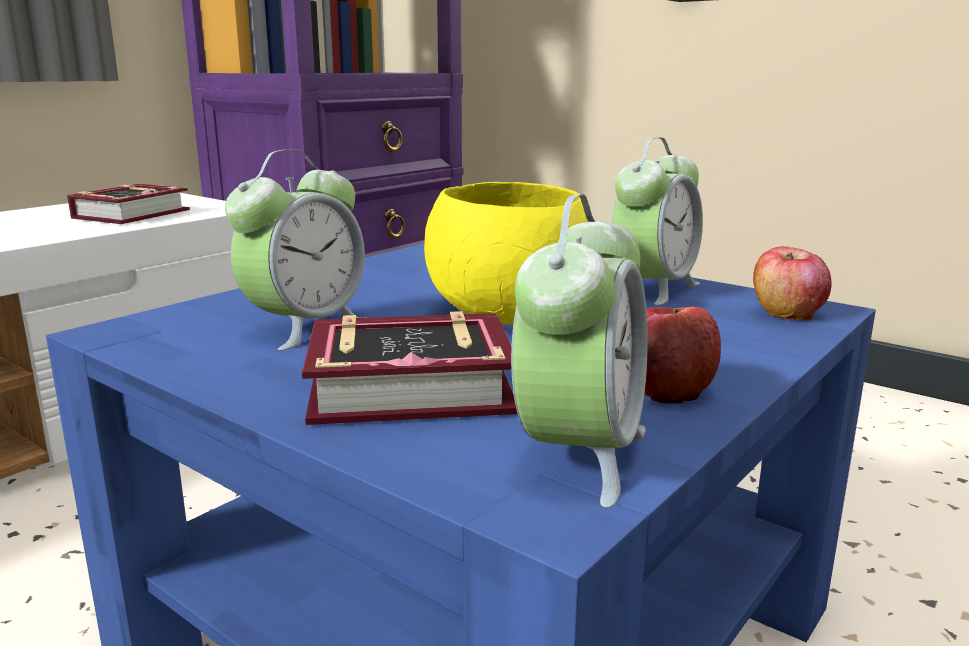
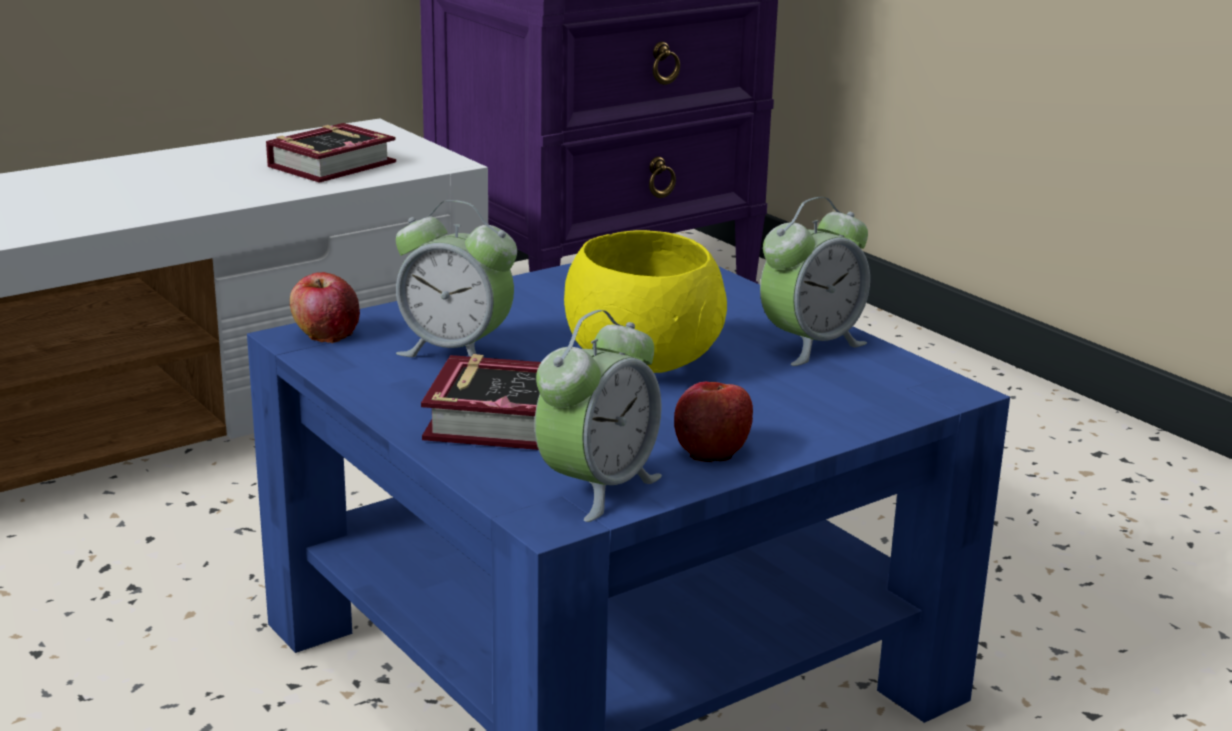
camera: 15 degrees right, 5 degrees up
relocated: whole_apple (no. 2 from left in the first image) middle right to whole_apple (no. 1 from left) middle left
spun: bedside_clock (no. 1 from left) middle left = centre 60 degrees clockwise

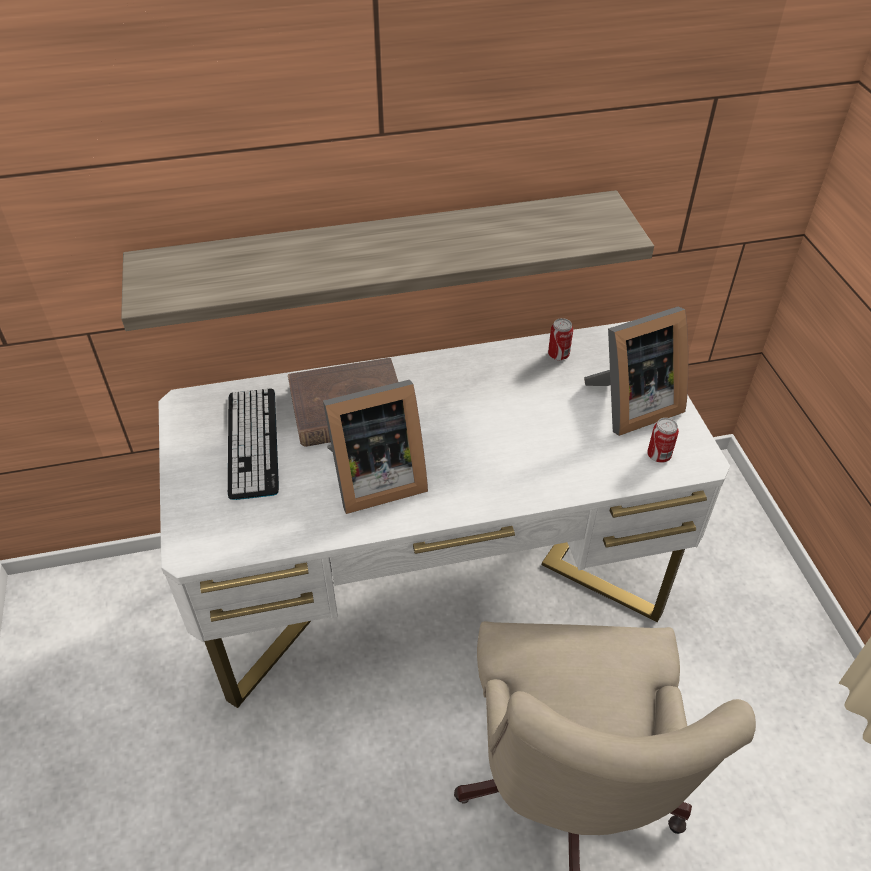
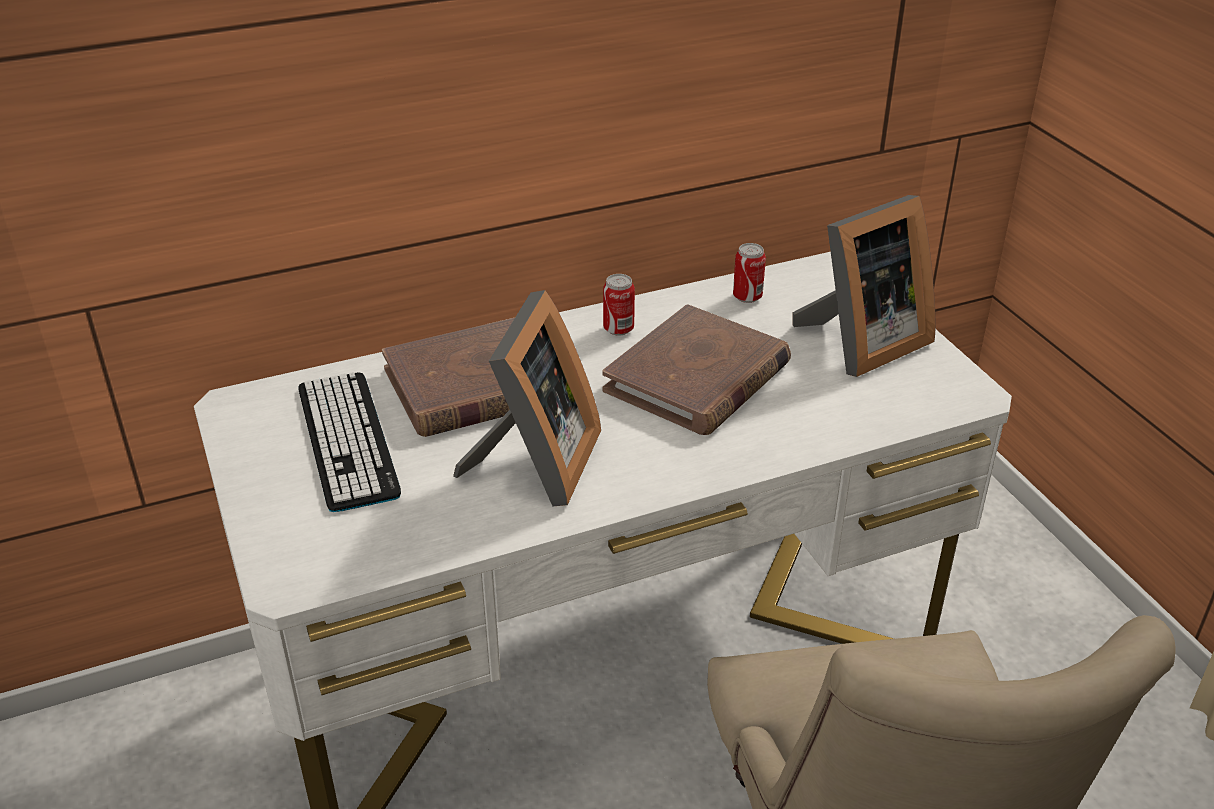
camera: 10 degrees left, 10 degrees down
missing: shelf top centre
appeared: brownish_volume (no. 2 from left) centre
relocated: metal_can (no. 2 from left in the first image) middle right to metal_can (no. 1 from left) centre
spun: standing_frame (no. 1 from left) centre = centre 45 degrees counterclockwise

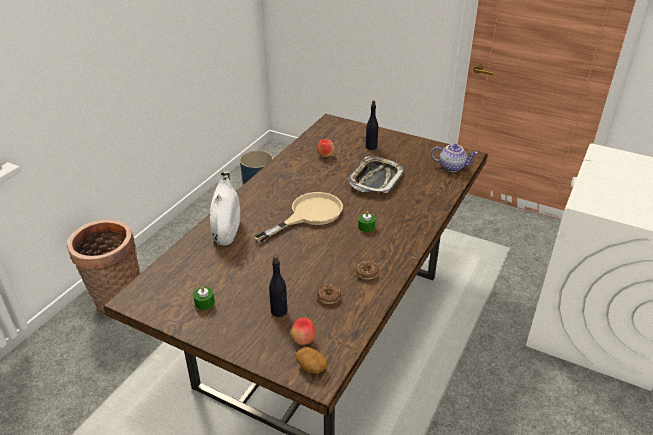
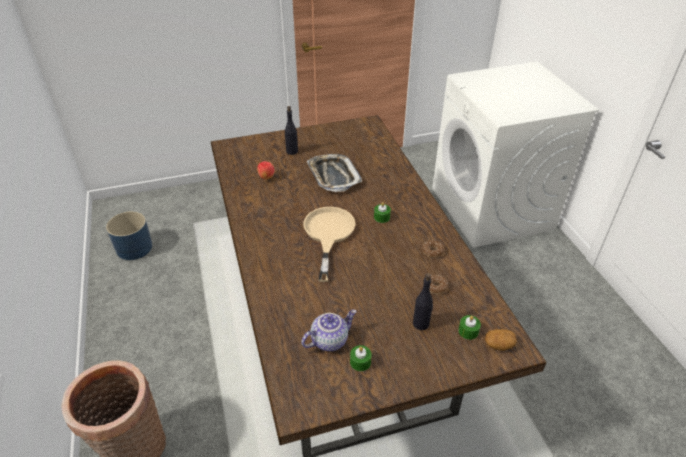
camera: 45 degrees left, 5 degrees up
missing: white-coloured_vase centre
relocated: teapot middle right to bottom centre
exchanged: whole_apple (no. 1 from left) bottom centre to greenish_candle (no. 3 from left) bottom right

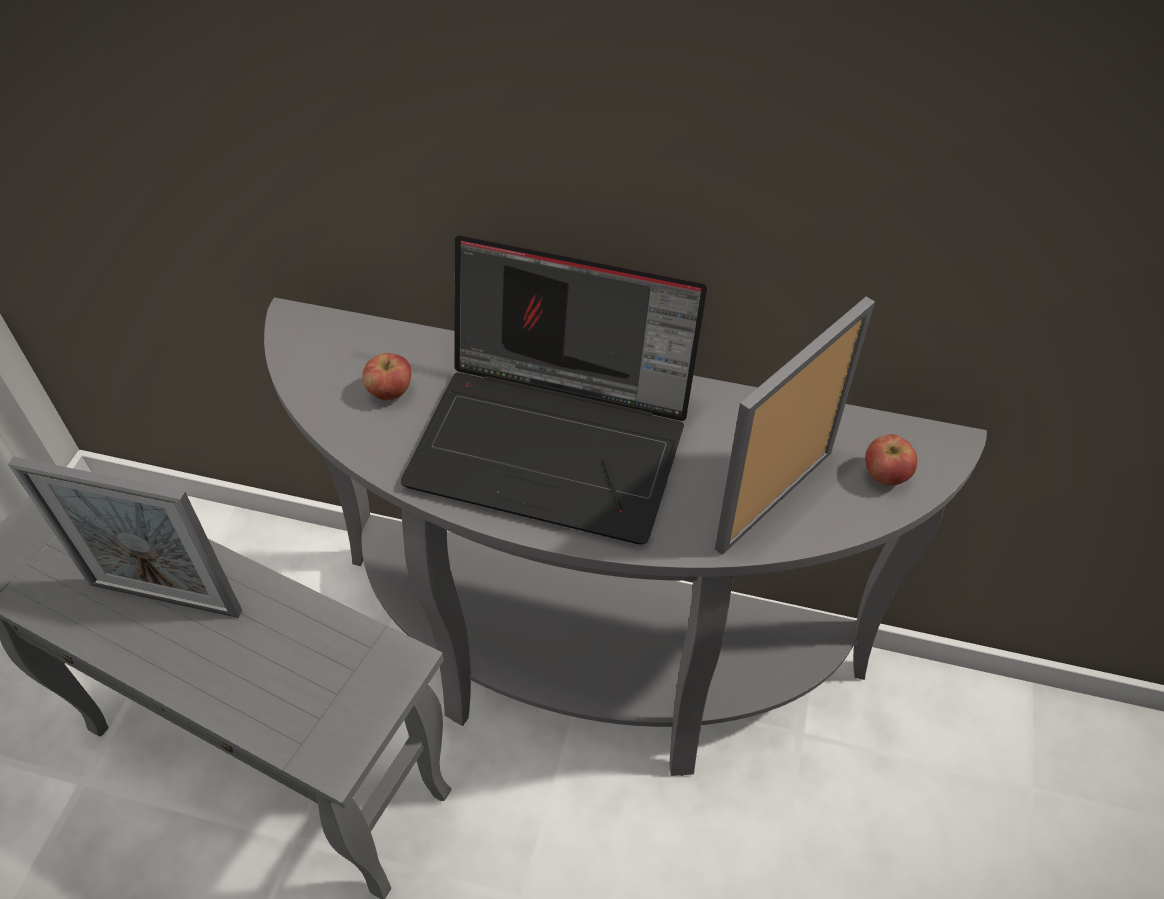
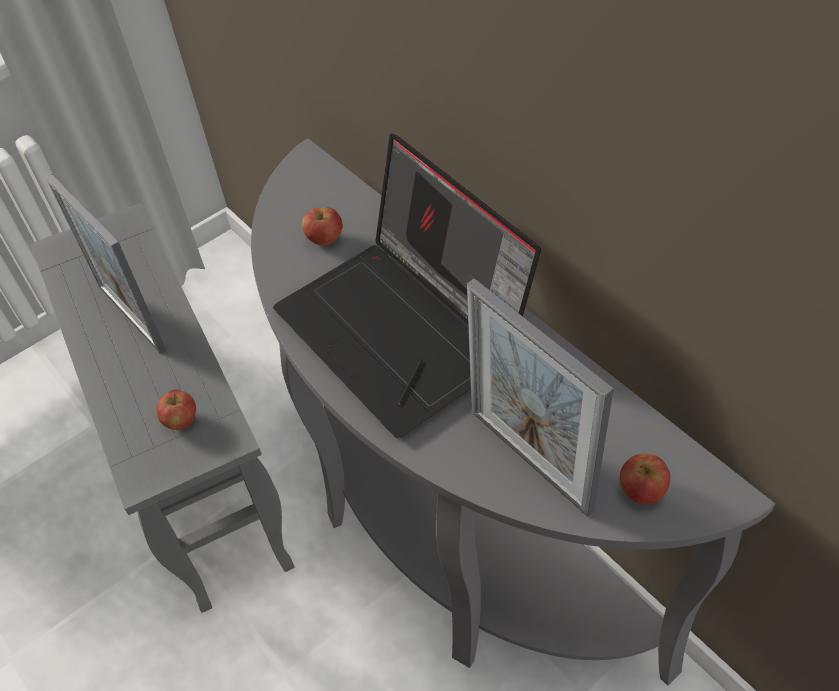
camera: 40 degrees right, 0 degrees up
appeared: whole_apple (no. 1 from left) middle left
spun: standing_frame (no. 2 from left) middle right = centre 120 degrees counterclockwise

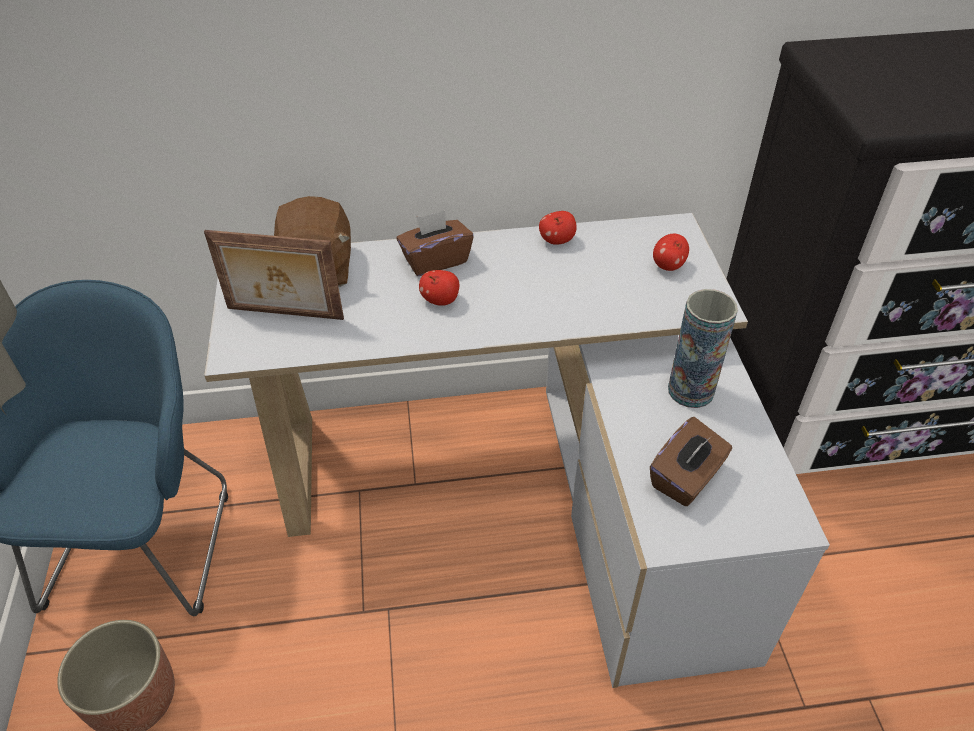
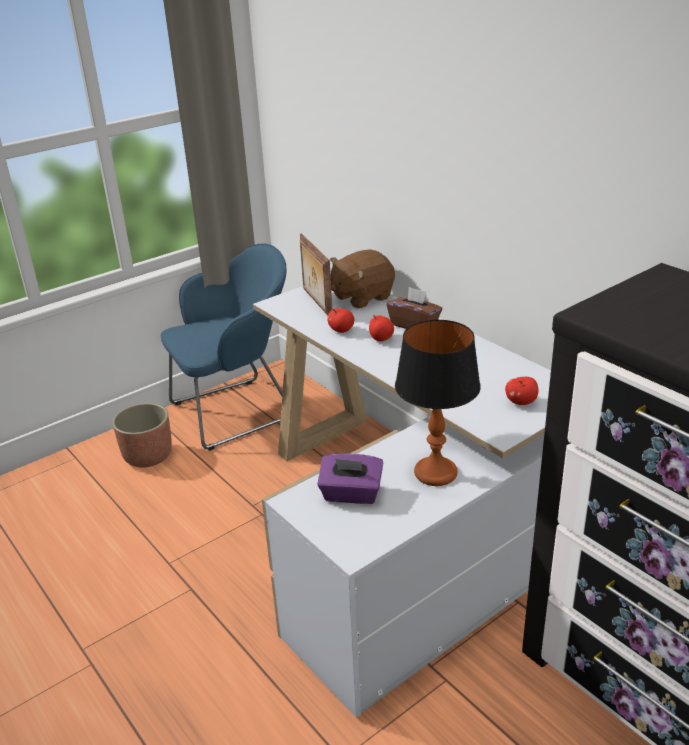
camera: 60 degrees right, 15 degrees down
relocated: whole_apple (no. 2 from left in the first image) top centre to whole_apple (no. 1 from left) centre
exchanged: vase middle right to lamp_for_a_table centre
colour: brownish_tissue_holder (no. 2 from left) middle right to purple-coloured_tissue_holder centre

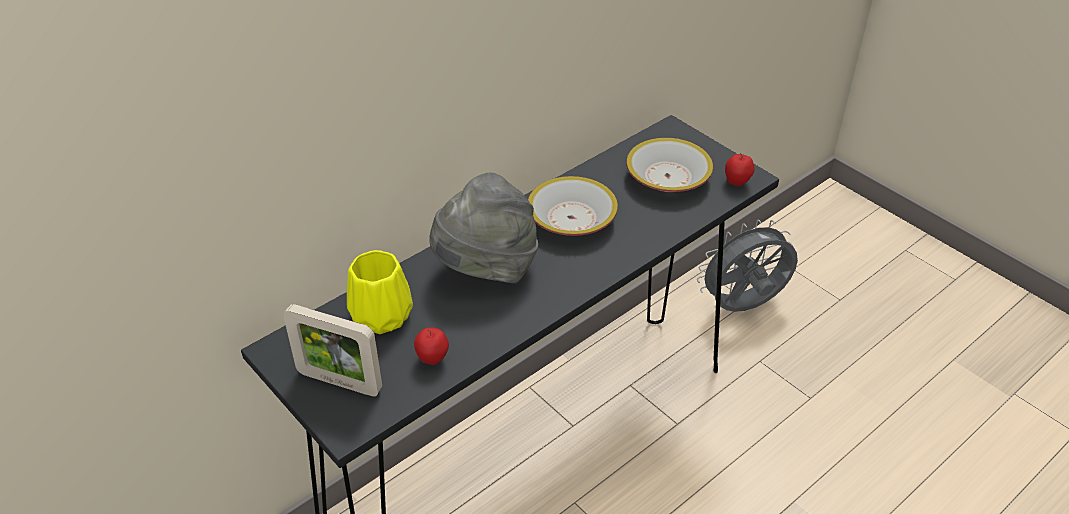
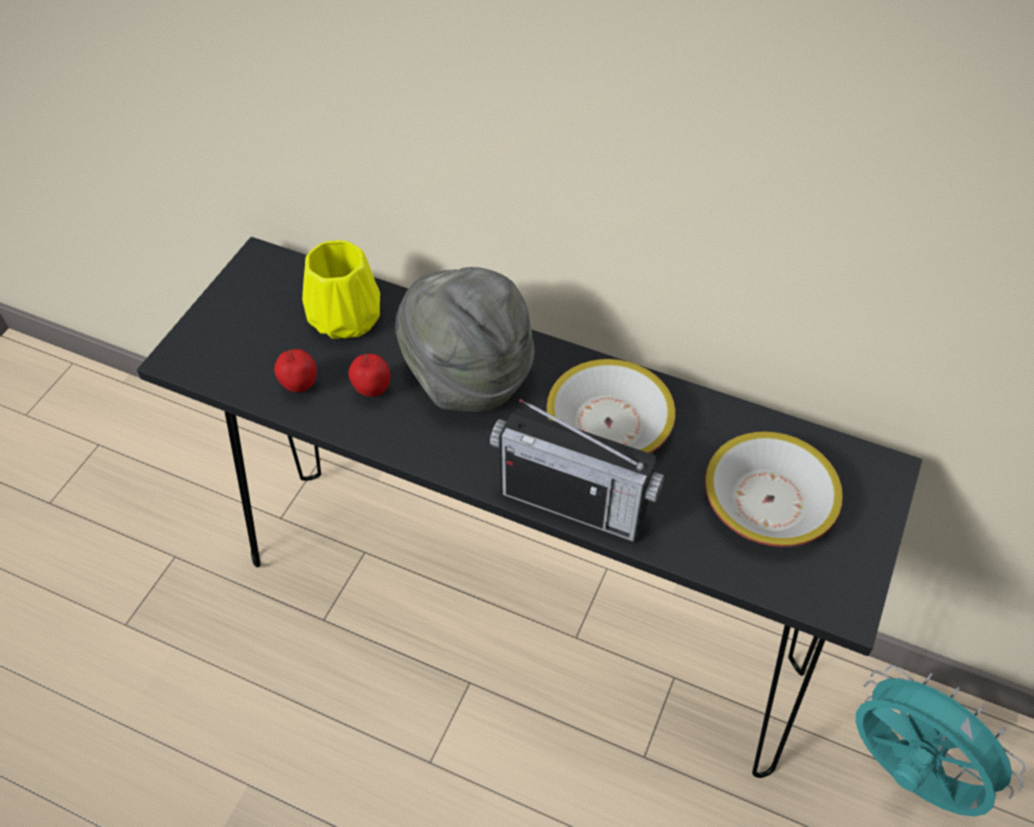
camera: 65 degrees right, 10 degrees up
missing: standing_frame bottom left
appeared: radio_set centre
relocated: whole_apple (no. 2 from left) top right to centre
colour: greyish_cooling_fan middle right to turquoise_cooling_fan bottom right

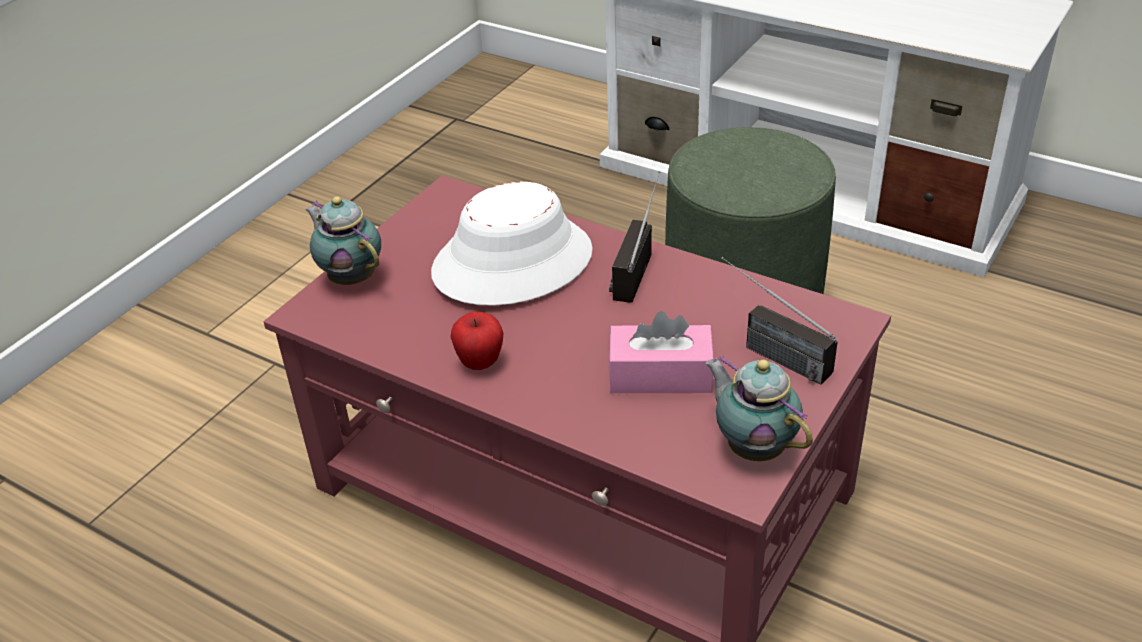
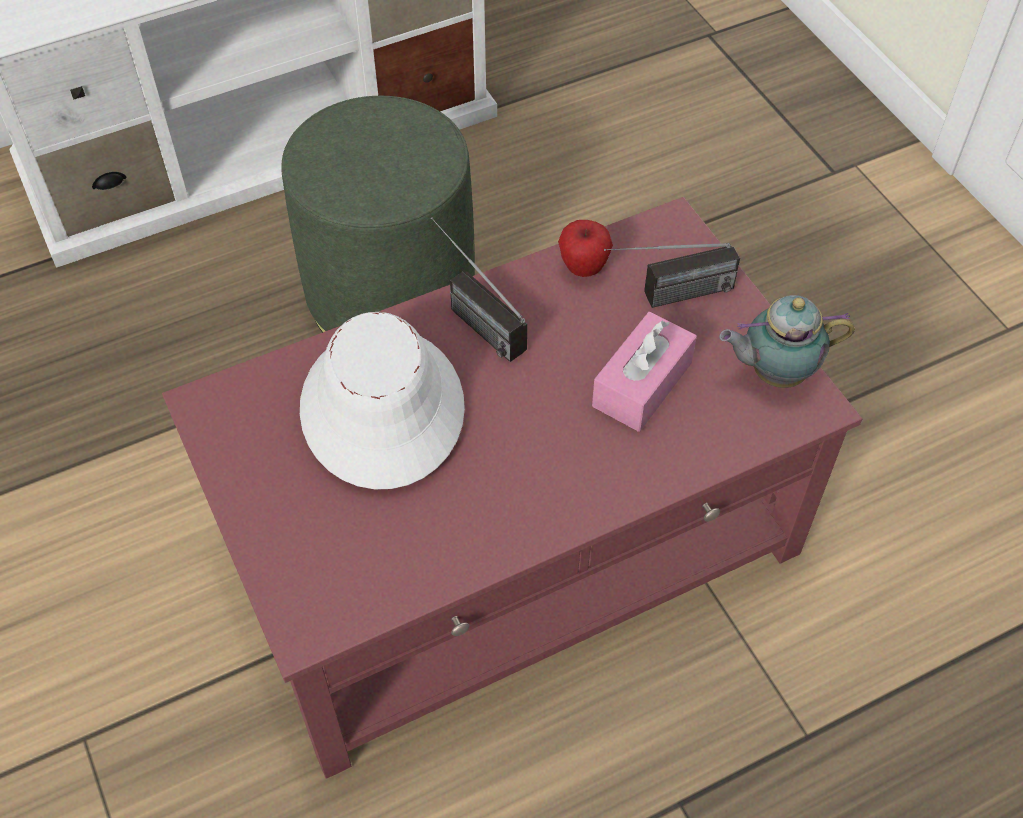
camera: 60 degrees left, 15 degrees up
missing: teapot (no. 1 from left) middle left
relocated: whole_apple centre to top centre

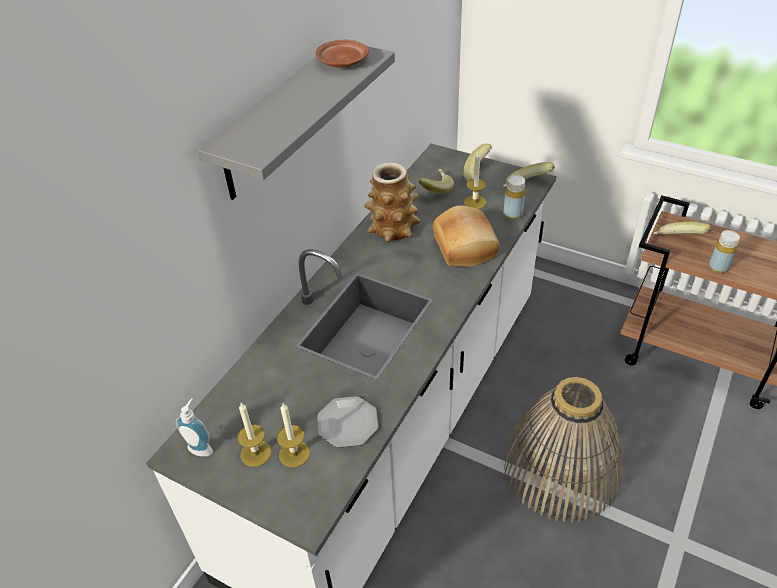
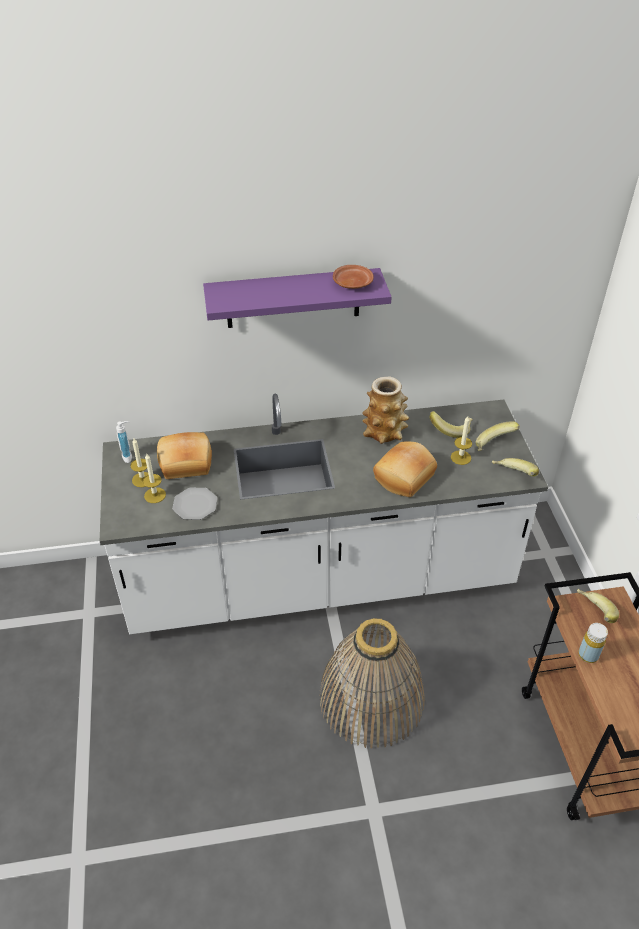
camera: 50 degrees right, 0 degrees up
missing: yellow-coloured_drink_bottle (no. 1 from left) centre
appeared: bread (no. 1 from left) middle left
colour: greyish_shelf top centre to purple-coloured_shelf top centre

